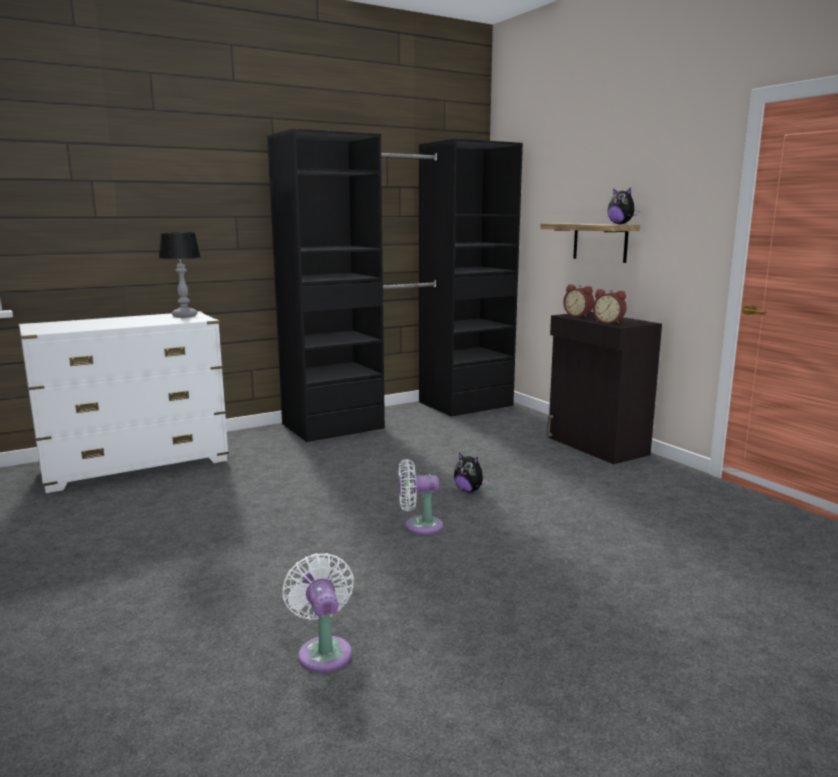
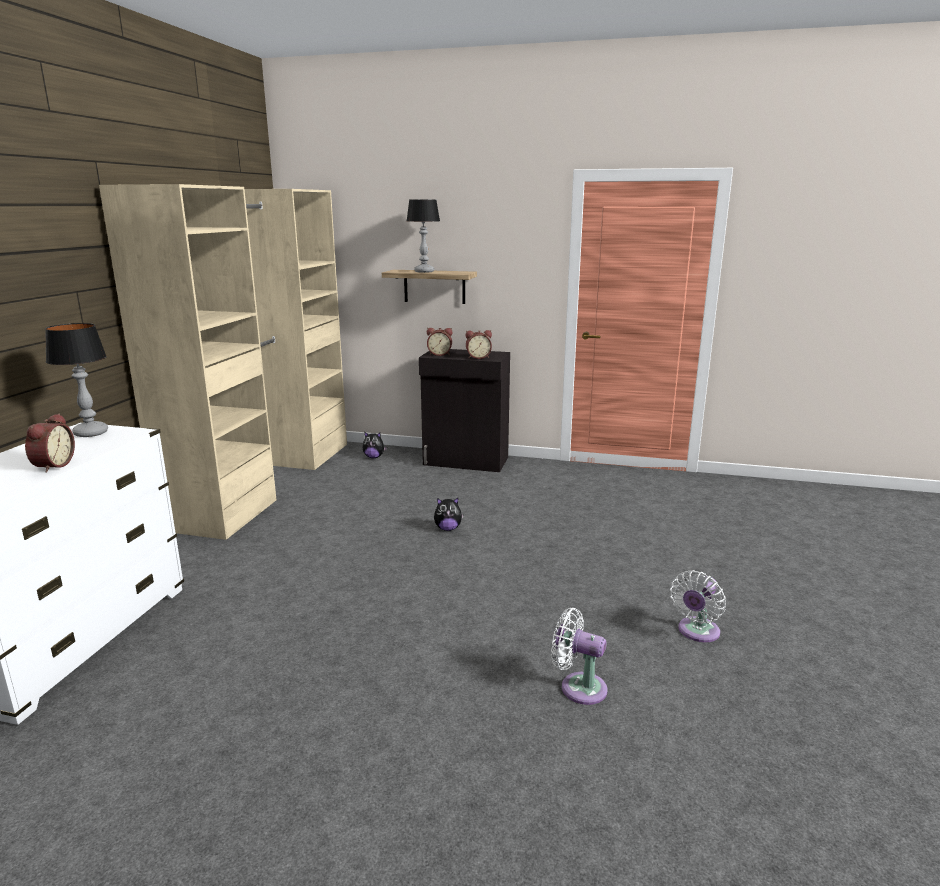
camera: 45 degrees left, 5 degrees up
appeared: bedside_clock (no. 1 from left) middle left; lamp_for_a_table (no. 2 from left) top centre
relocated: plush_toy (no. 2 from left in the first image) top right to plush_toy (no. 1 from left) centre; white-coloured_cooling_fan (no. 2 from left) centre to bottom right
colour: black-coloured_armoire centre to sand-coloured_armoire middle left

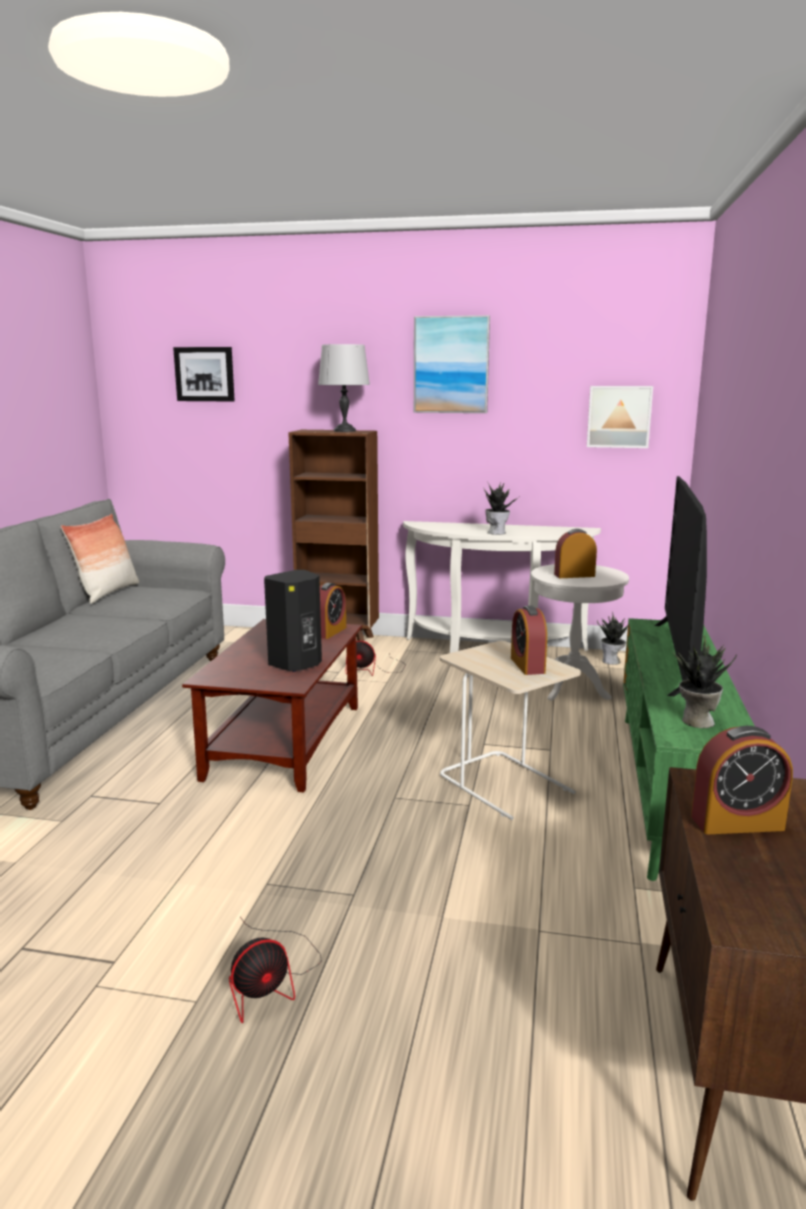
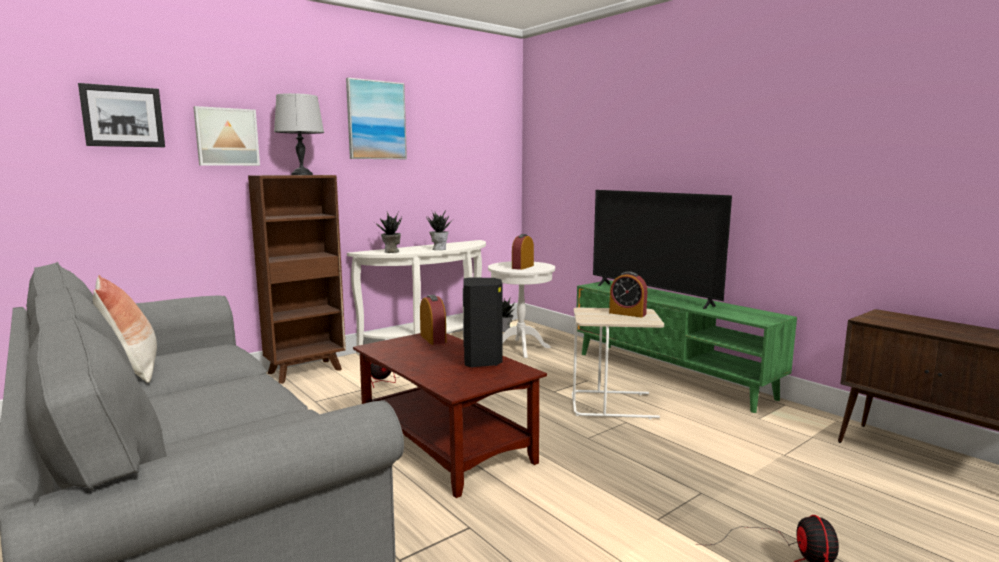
camera: 50 degrees left, 5 degrees down
missing: bedside_clock (no. 4 from left) middle right
relocated: picture (no. 3 from left in the first image) middle right to picture (no. 2 from left) top left; houseplant (no. 3 from left in the first image) middle right to houseplant (no. 1 from left) centre

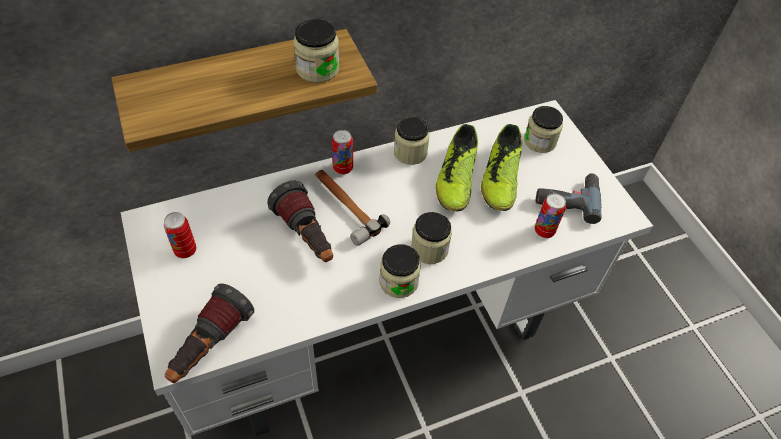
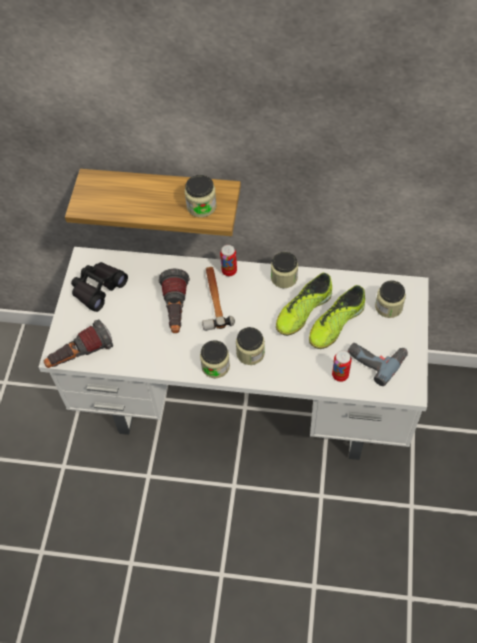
camera: 35 degrees right, 5 degrees up
exchanged: metal_can (no. 1 from left) middle left to black-coloured_field_glasses middle left

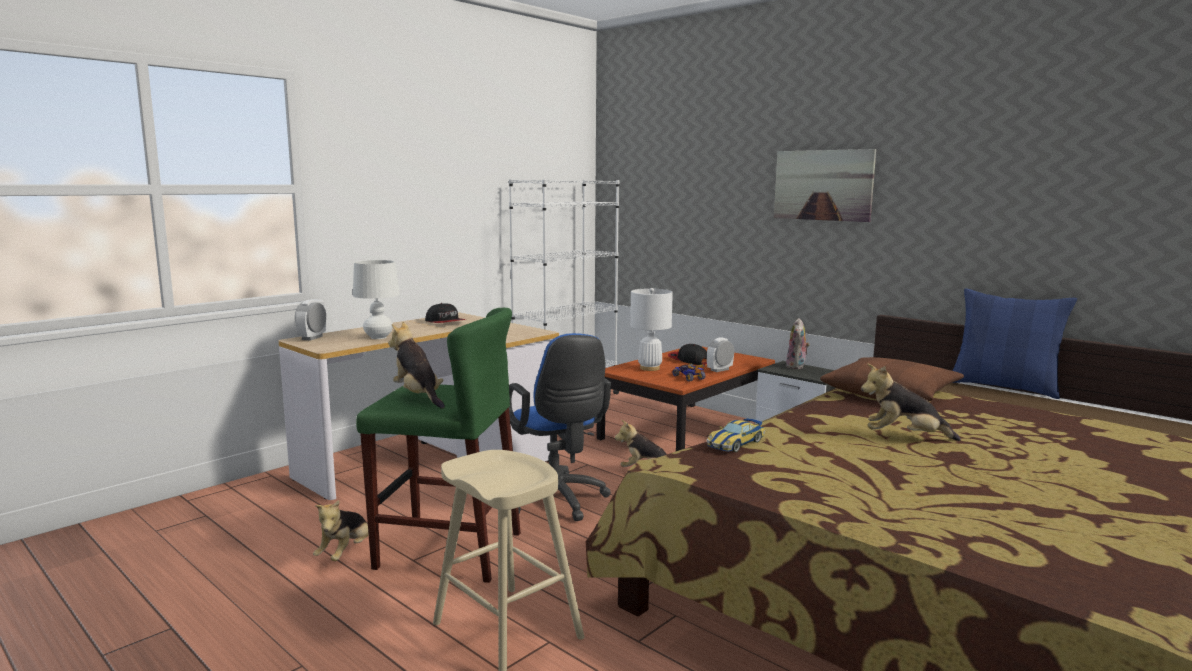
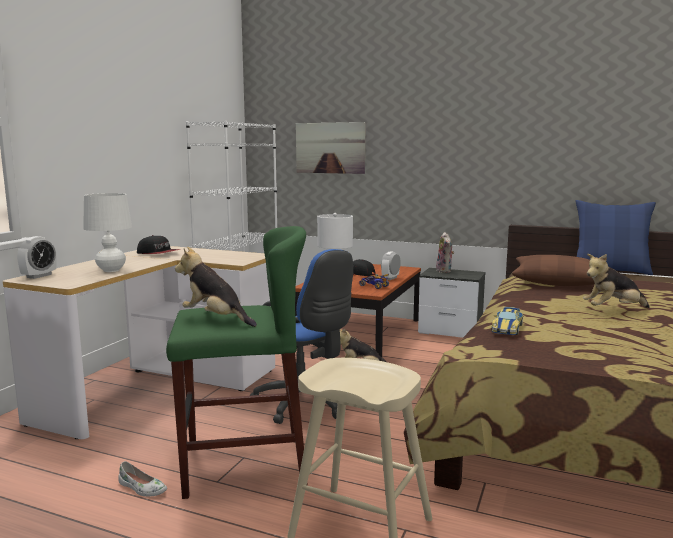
camera: 20 degrees left, 0 degrees up
relocated: picture top right to top centre
exchanged: plush_toy (no. 1 from left) bottom left to white-coloured_item_of_footwear bottom left
spun: bedside_clock (no. 1 from left) middle left = middle left 150 degrees counterclockwise

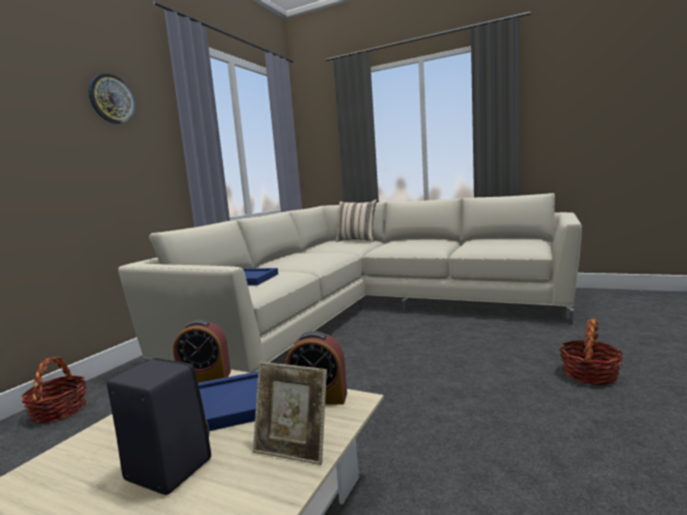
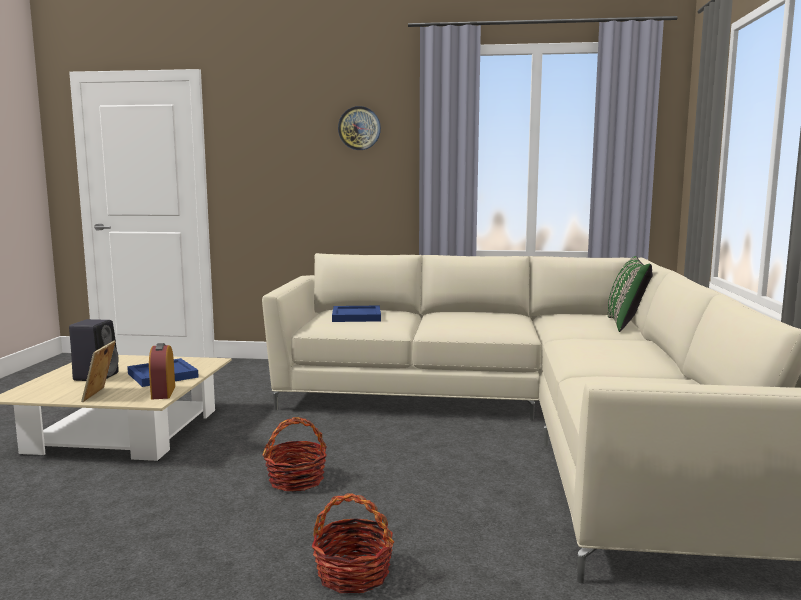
camera: 70 degrees right, 0 degrees up
missing: bedside_clock (no. 1 from left) bottom left
relocated: household_basket (no. 1 from left) bottom left to bottom centre
colour: sand-coloured_throw_pillow centre to greenish_throw_pillow middle right

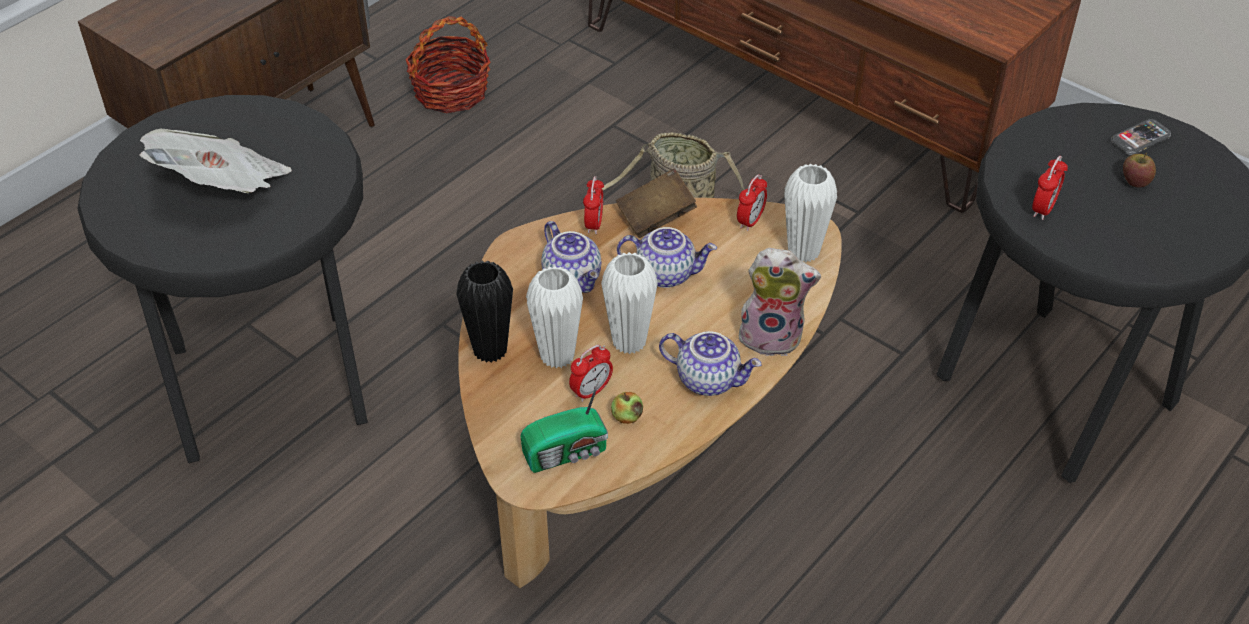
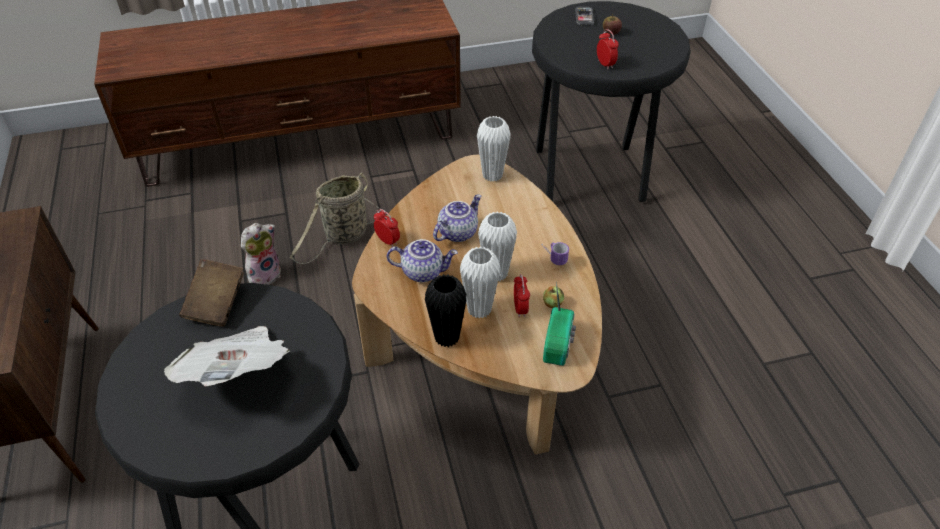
camera: 55 degrees left, 0 degrees up
missing: household_basket (no. 1 from left) top centre; bedside_clock (no. 3 from left) top centre
relocated: brownish_volume top centre to middle left; plush_toy centre to middle left
exchanged: teapot (no. 3 from left) centre to coffee_mug centre

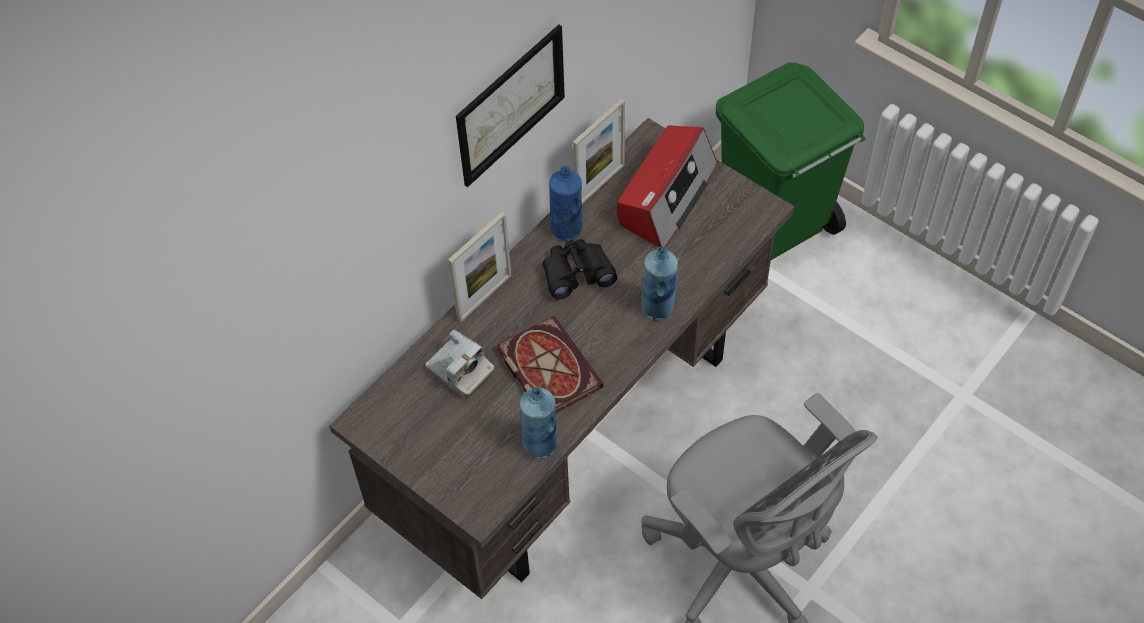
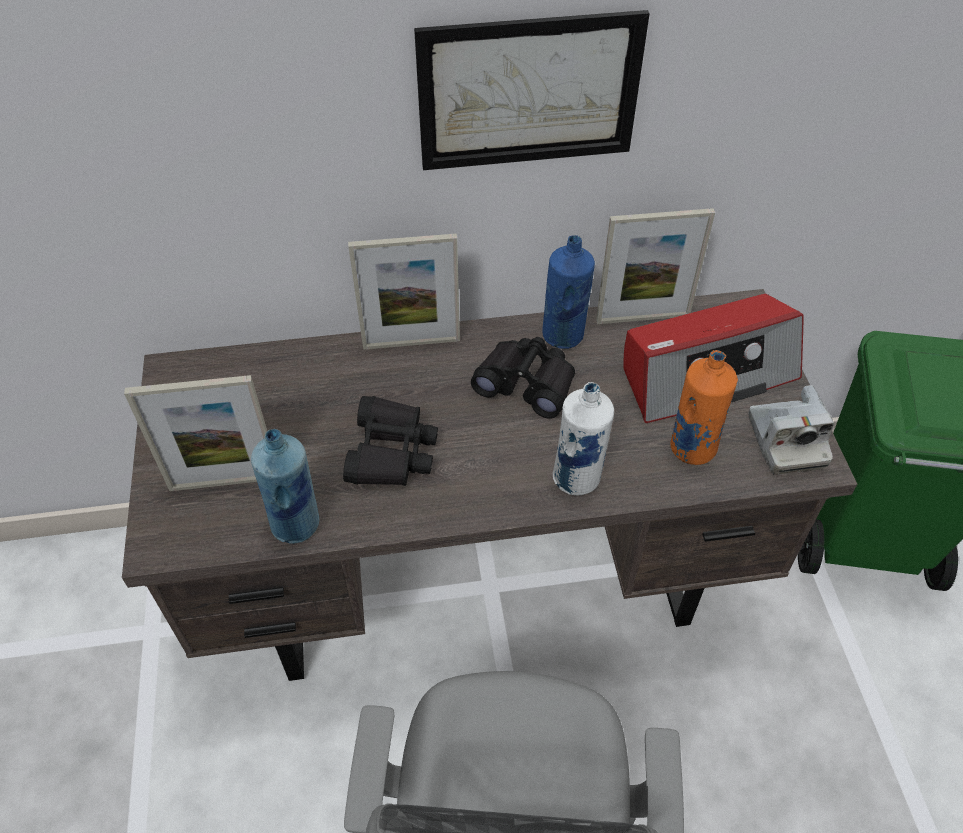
camera: 40 degrees right, 5 degrees down
appeared: standing_frame (no. 1 from left) middle left; orange-coloured_drink_bottle middle right
relocated: still_camera centre to middle right
exchanged: volume centre to black-coloured_field_glasses (no. 1 from left) centre
colour: bluish_drink_bottle (no. 3 from left) centre to white-coloured_drink_bottle centre

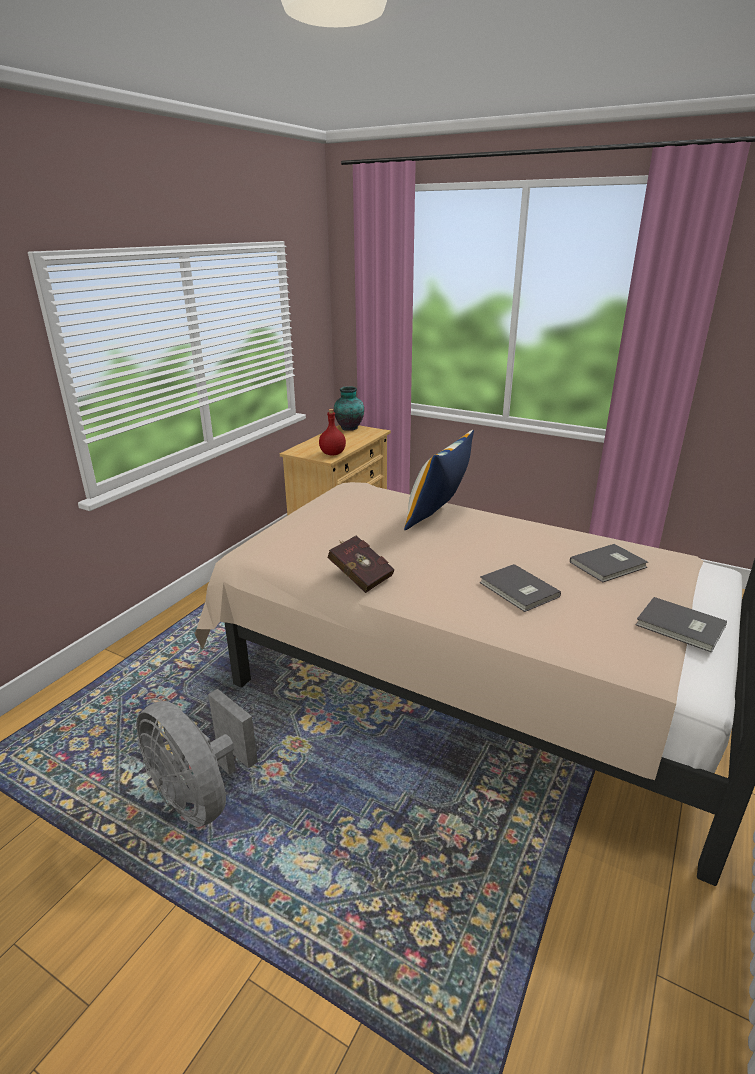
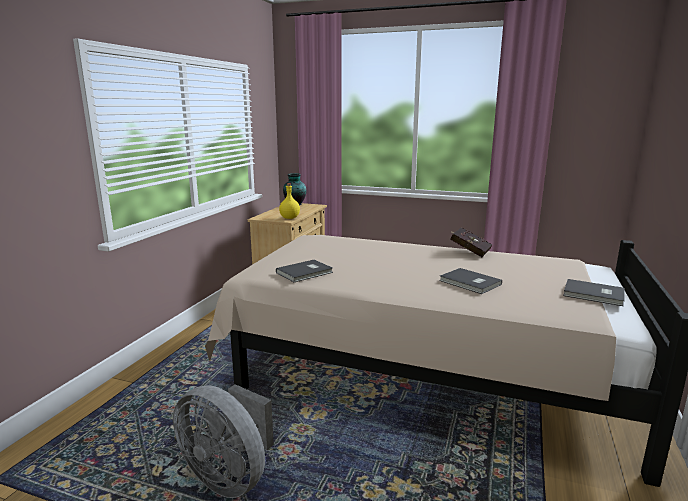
camera: 10 degrees left, 10 degrees down
missing: throw_pillow centre
relocated: greyish_volume (no. 2 from left in the first image) middle right to greyish_volume (no. 1 from left) centre; red_volume centre to middle right
colour: red_drink_bottle centre to yellow-coloured_drink_bottle centre

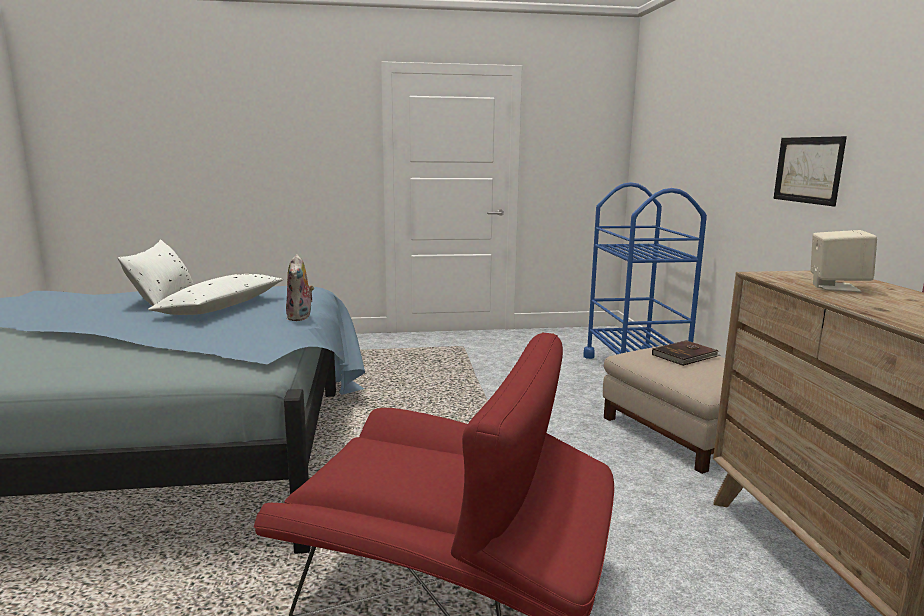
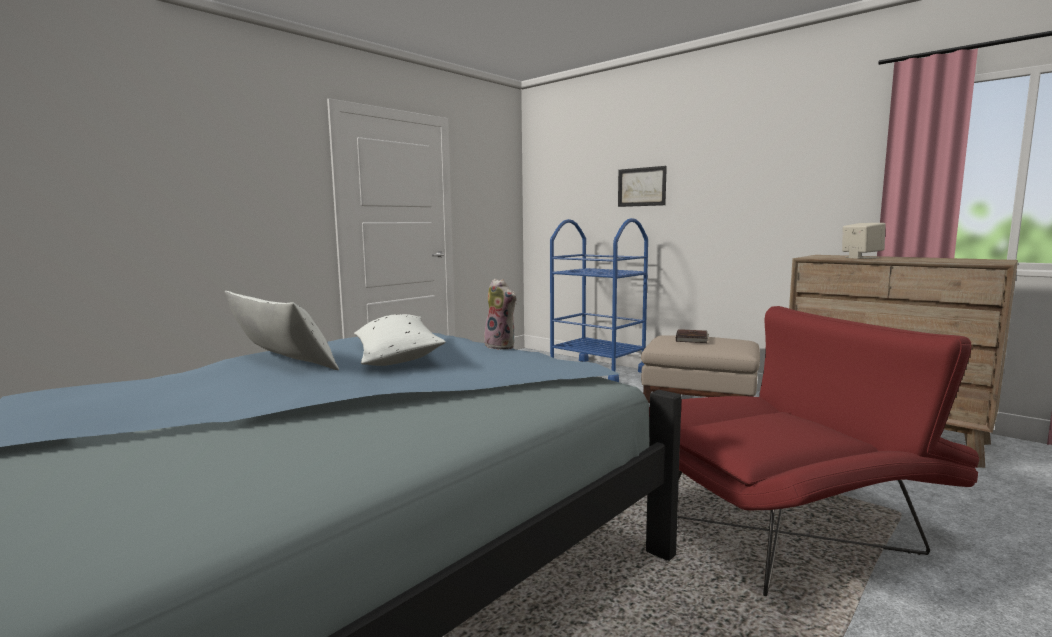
camera: 40 degrees left, 5 degrees down
relocated: picture top right to top centre

